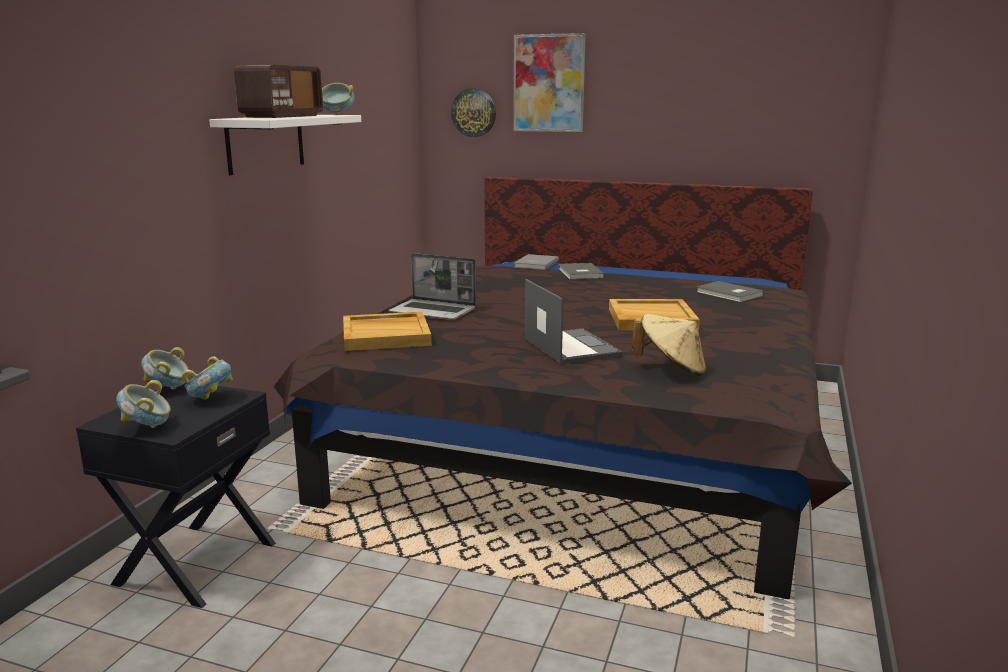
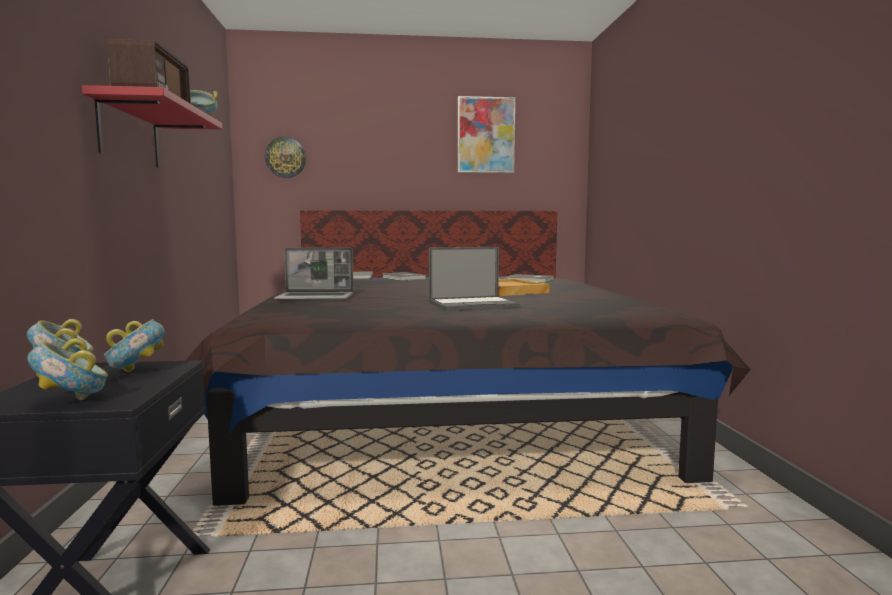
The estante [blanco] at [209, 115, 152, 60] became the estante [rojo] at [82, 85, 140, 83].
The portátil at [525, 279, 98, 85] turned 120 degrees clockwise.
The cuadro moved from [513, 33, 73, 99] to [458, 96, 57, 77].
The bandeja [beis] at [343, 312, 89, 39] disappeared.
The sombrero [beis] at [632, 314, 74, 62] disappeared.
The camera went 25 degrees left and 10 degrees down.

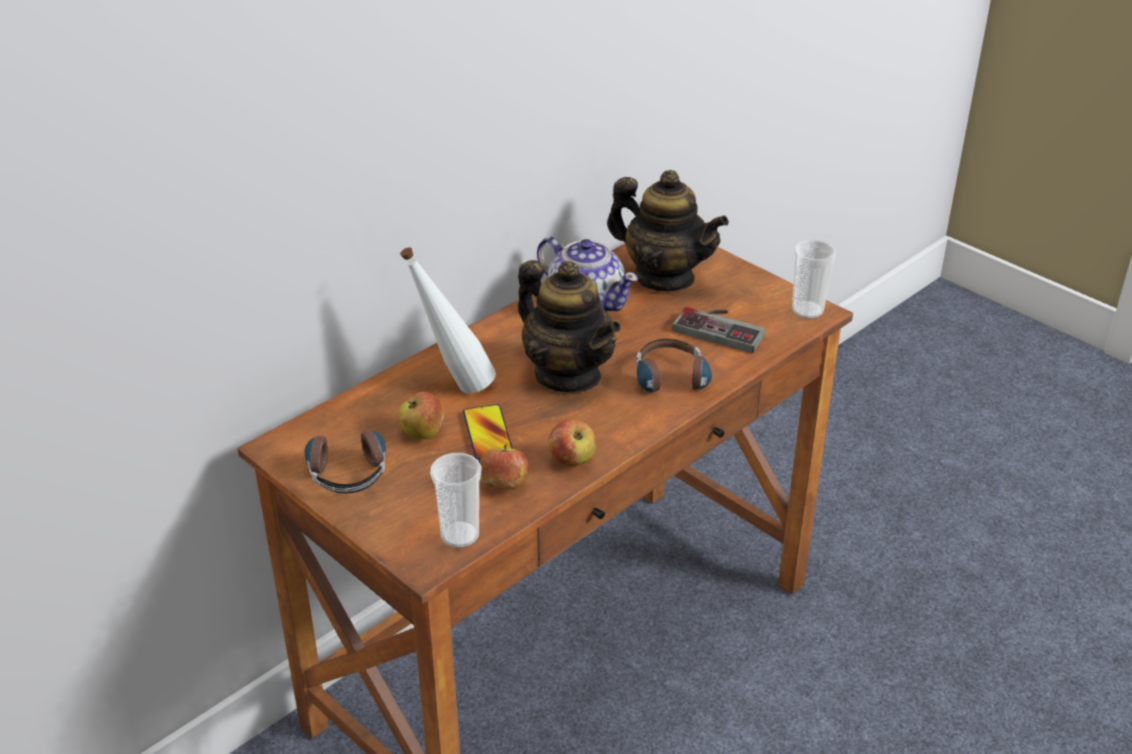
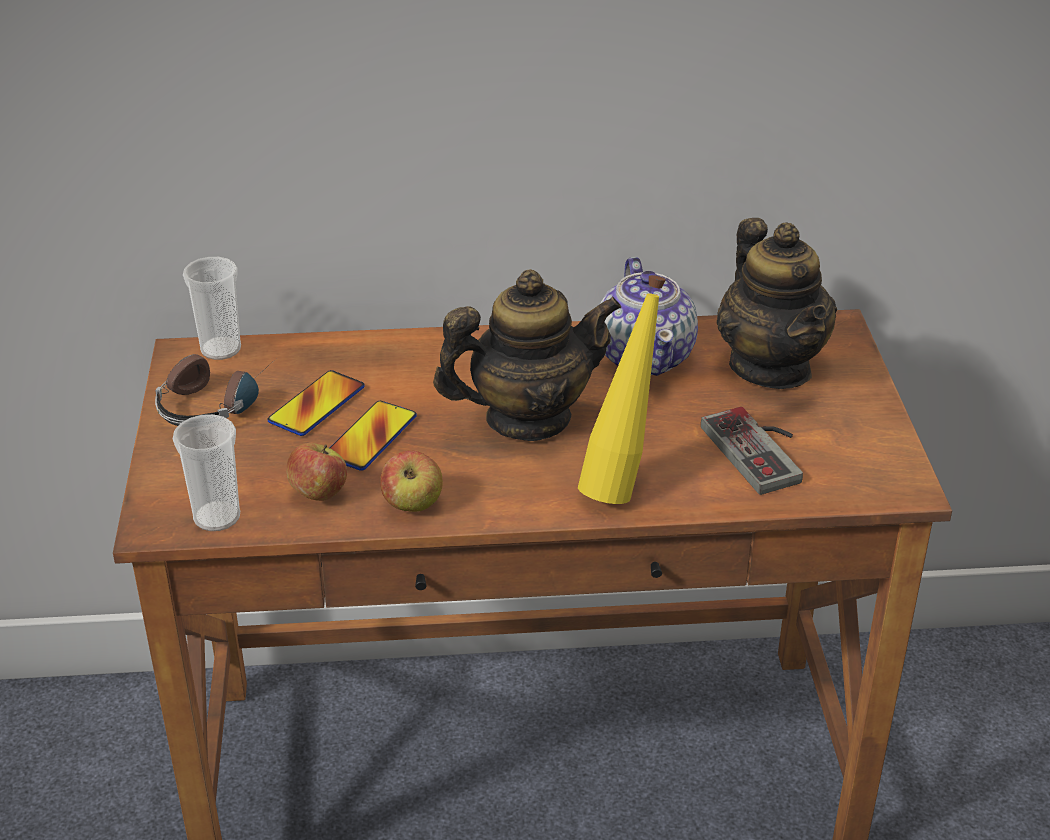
The taza moved from [792, 239, 44, 80] to [183, 257, 58, 103].
The manzana at [399, 392, 45, 47] was replaced by the móvil at [268, 370, 97, 66].
The tetera at [518, 260, 103, 132] turned 105 degrees counterclockwise.
The auriculares at [636, 339, 76, 67] was replaced by the botella [amarillo] at [578, 275, 88, 229].
The botella [blanco] at [400, 247, 96, 147] disappeared.
The camera went 40 degrees right and 0 degrees up.

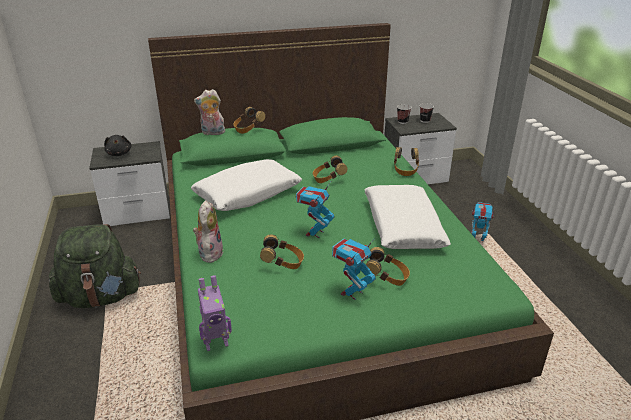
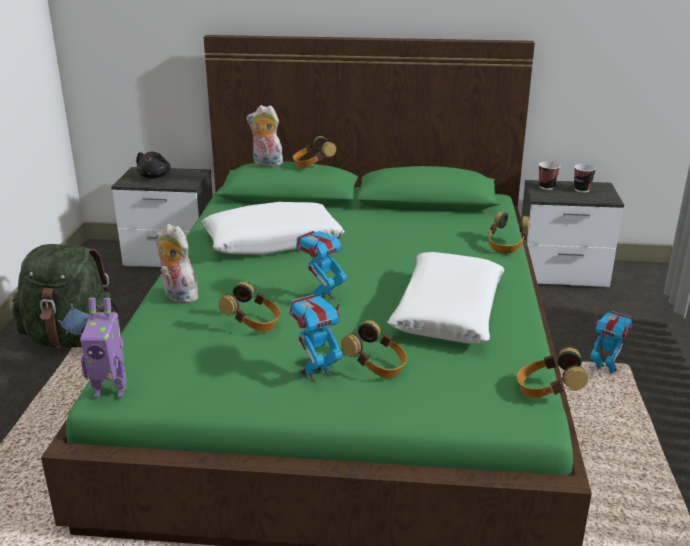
The peluche at [193, 200, 30, 63] turned 75 degrees counterclockwise.
The auriculares moved from [313, 156, 34, 27] to [517, 348, 71, 50].
The camera went 20 degrees right and 5 degrees down.

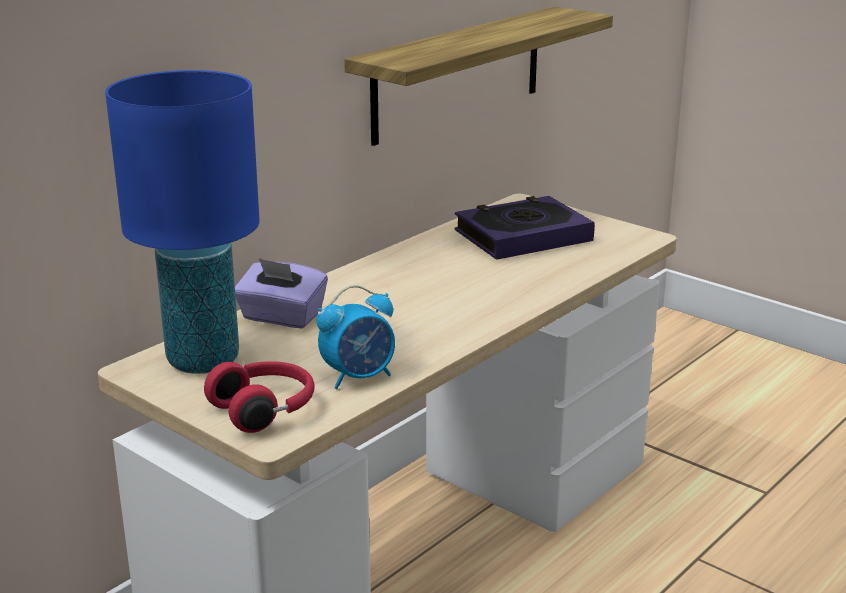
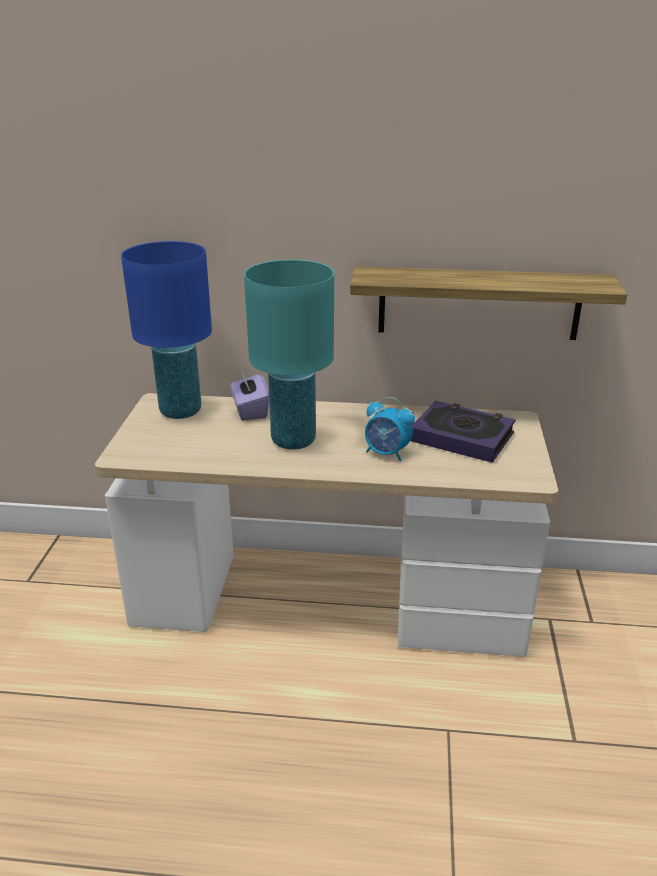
The lámpara de mesa [turquesa] at [244, 259, 90, 191] appeared.
The despertador moved from [316, 285, 79, 104] to [365, 397, 50, 64].
The auriculares [rojo] at [204, 361, 111, 72] disappeared.
The camera went 55 degrees right and 5 degrees up.

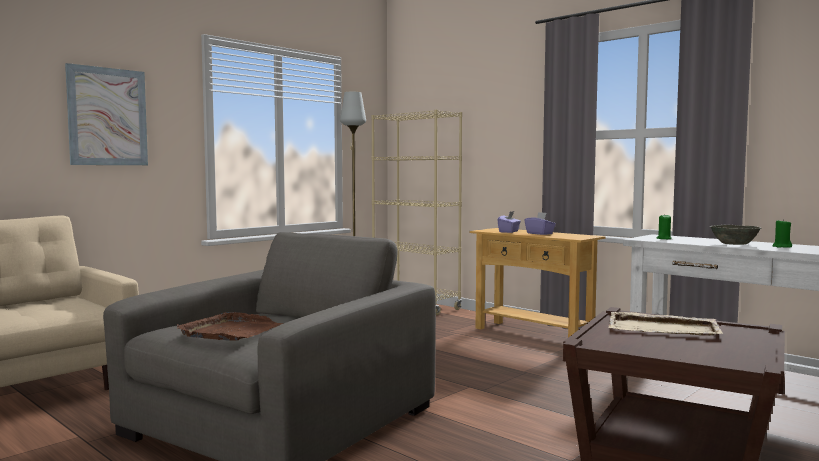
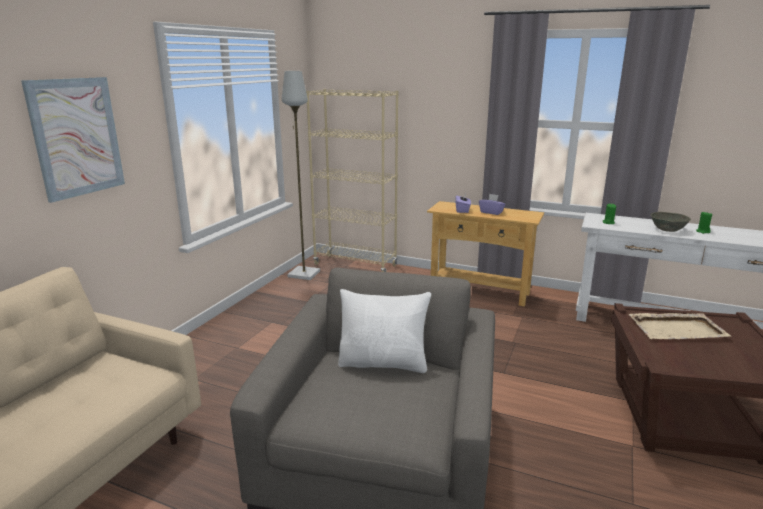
The cojín [blanco] at [338, 289, 93, 84] appeared.
The bandeja [marrón] at [177, 312, 107, 29] disappeared.
The camera went 20 degrees left and 15 degrees up.

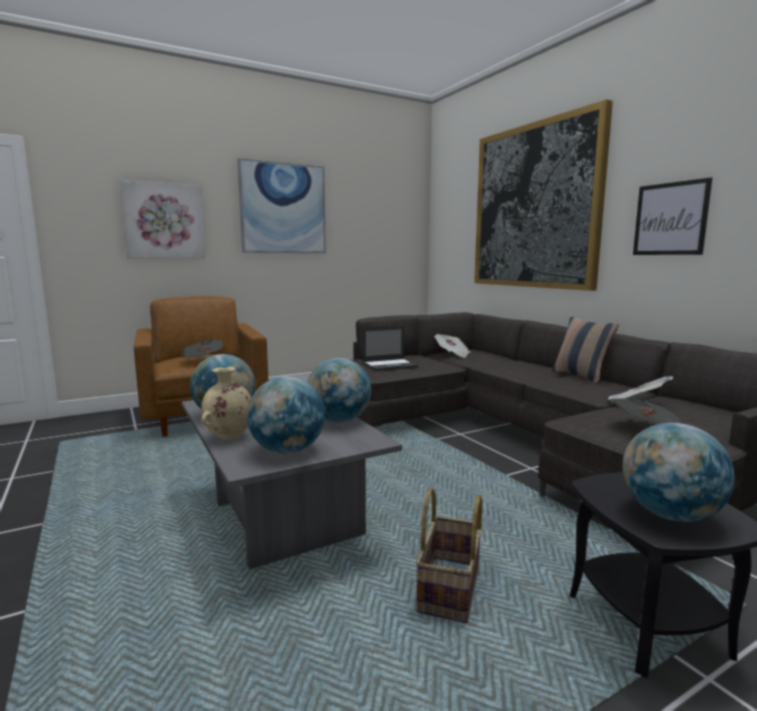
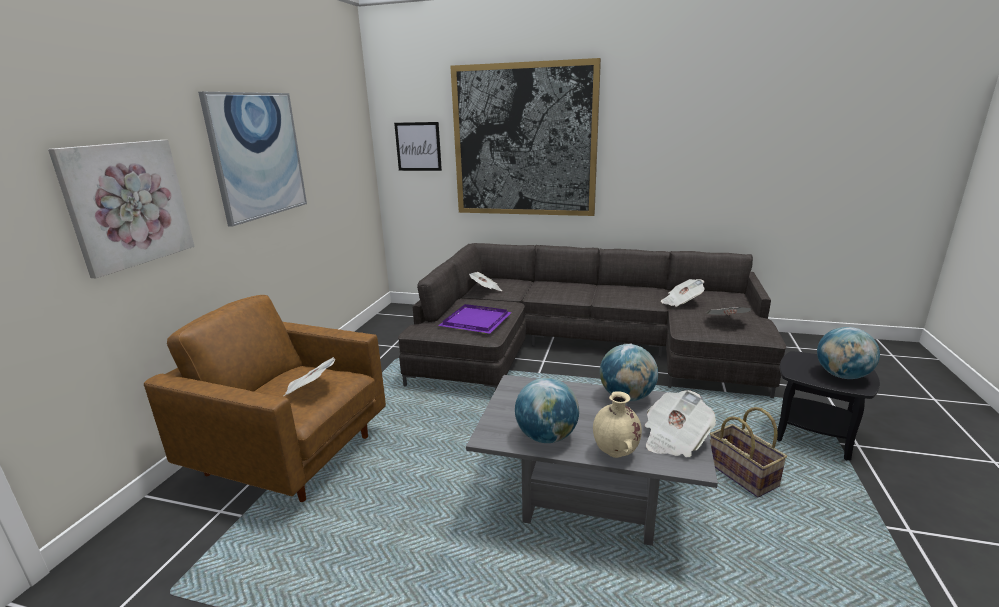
The cuadro moved from [633, 177, 79, 78] to [394, 122, 48, 49].
The portátil at [363, 326, 55, 45] was replaced by the bandeja [morado] at [438, 304, 74, 30].
The globo terráqueo at [247, 376, 78, 78] was replaced by the periódico at [645, 390, 71, 67].
The cojín at [552, 317, 67, 67] disappeared.
The camera went 45 degrees left and 10 degrees up.

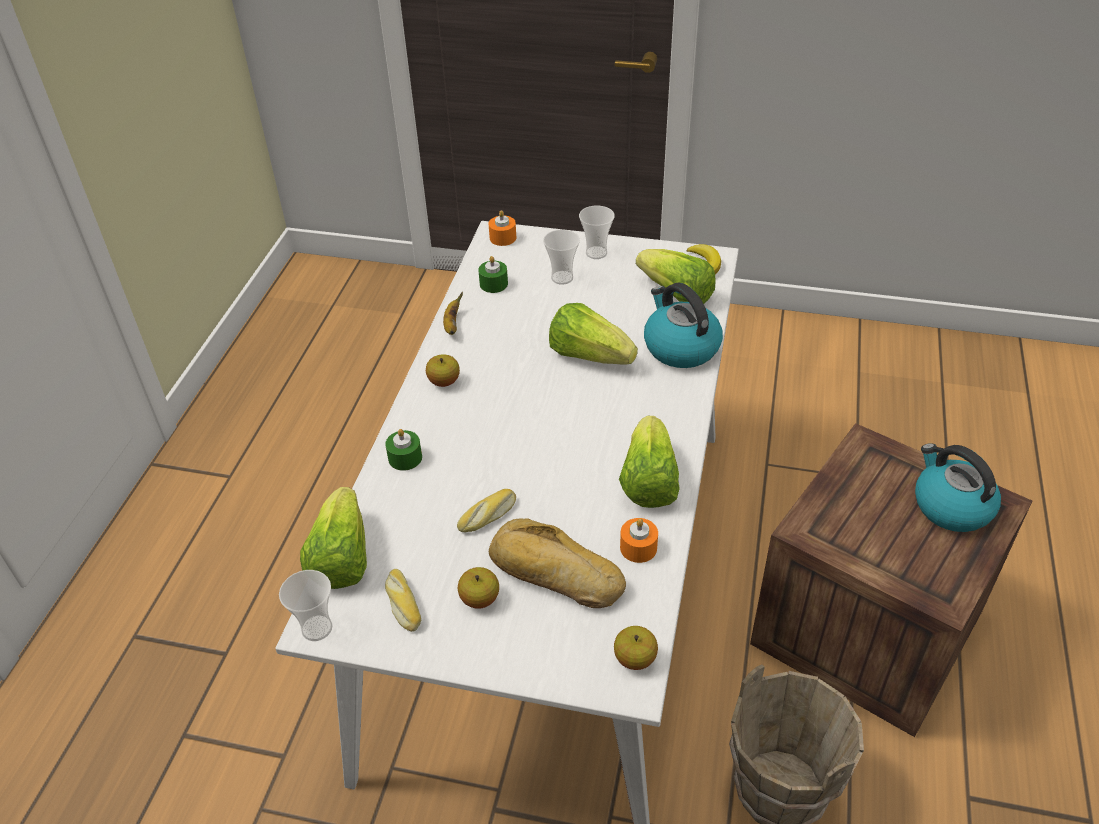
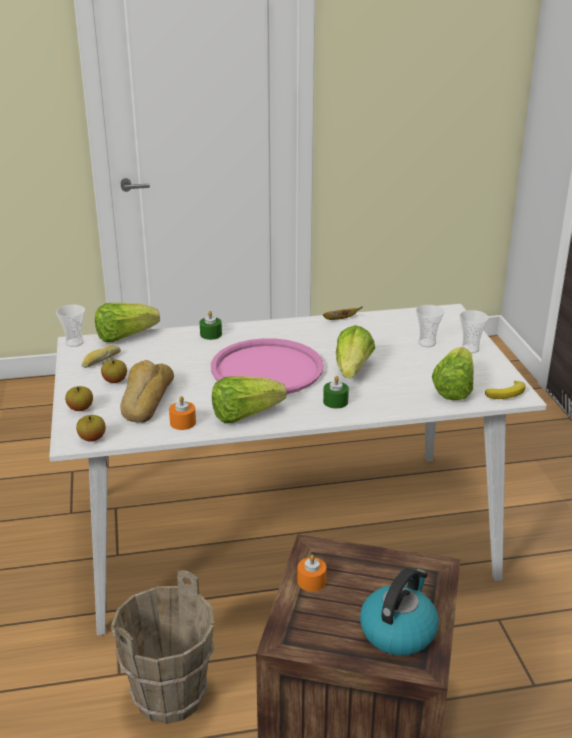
The manzana moved from [426, 354, 34, 33] to [65, 386, 28, 25].
The bandeja [rosa] at [211, 338, 113, 56] appeared.
The vela [naranja] moved from [489, 210, 27, 36] to [297, 555, 29, 36].
The vela [verde] moved from [478, 256, 30, 37] to [323, 376, 26, 33].
The pan at [457, 489, 59, 43] disappeared.
The hervidor at [644, 283, 79, 85] disappeared.
The camera went 65 degrees right and 15 degrees down.

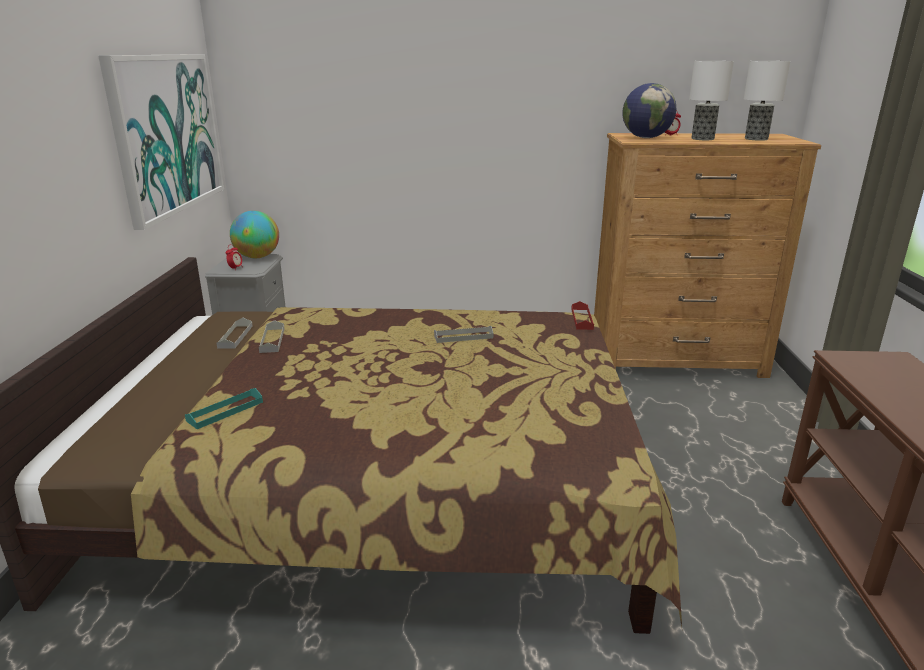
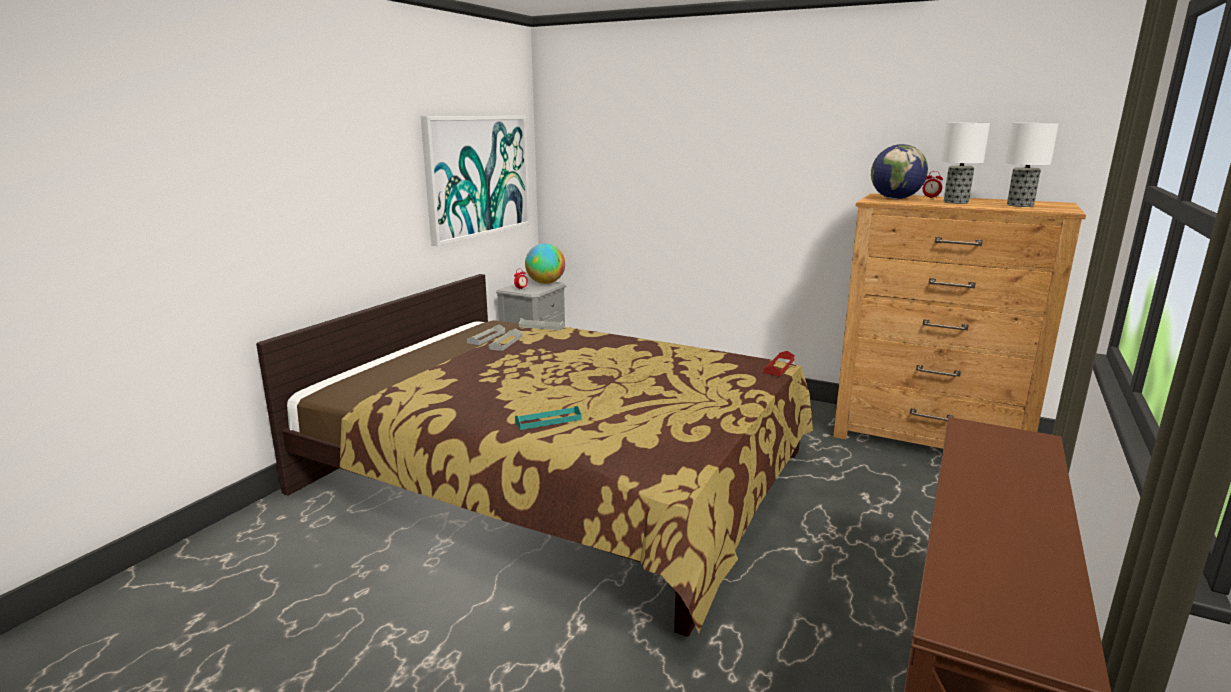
The bandeja [turquesa] moved from [185, 388, 78, 41] to [515, 406, 67, 24].
The bandeja [gris] moved from [434, 326, 59, 17] to [519, 318, 46, 12].
The camera went 25 degrees right and 5 degrees down.

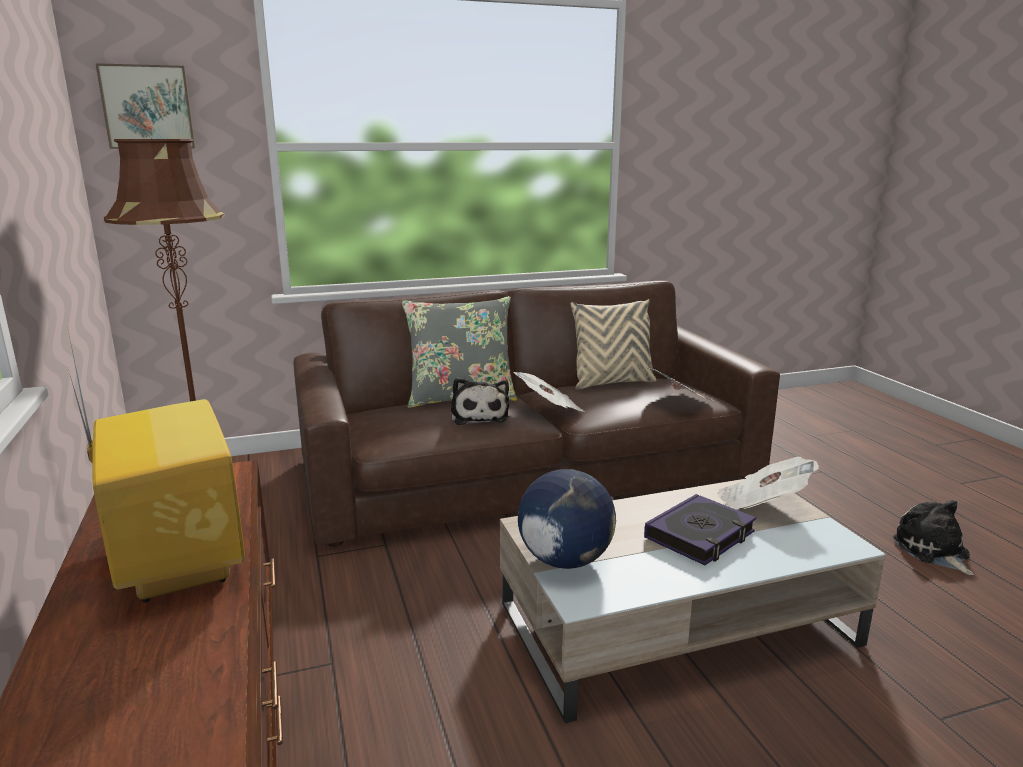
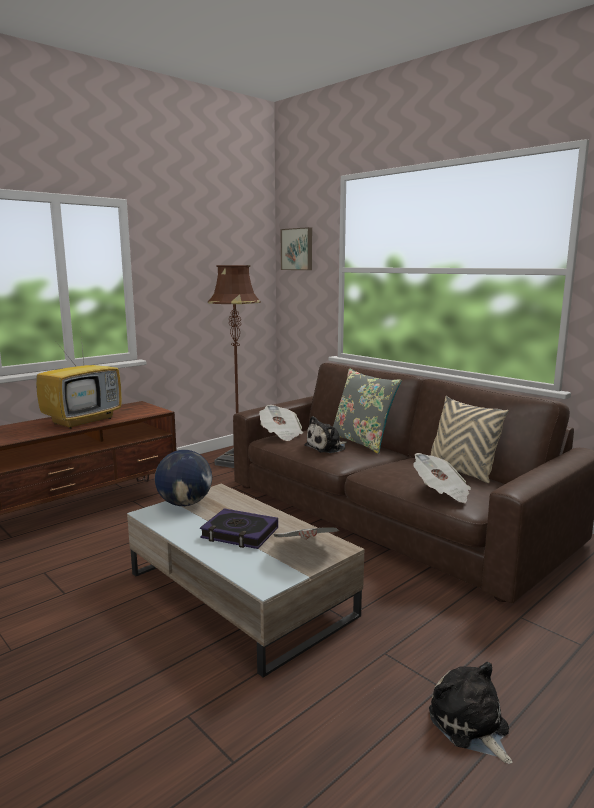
The periódico moved from [513, 372, 72, 40] to [259, 405, 44, 36].
The peluche at [893, 500, 81, 75] turned 75 degrees counterclockwise.
The camera went 65 degrees right and 5 degrees down.

